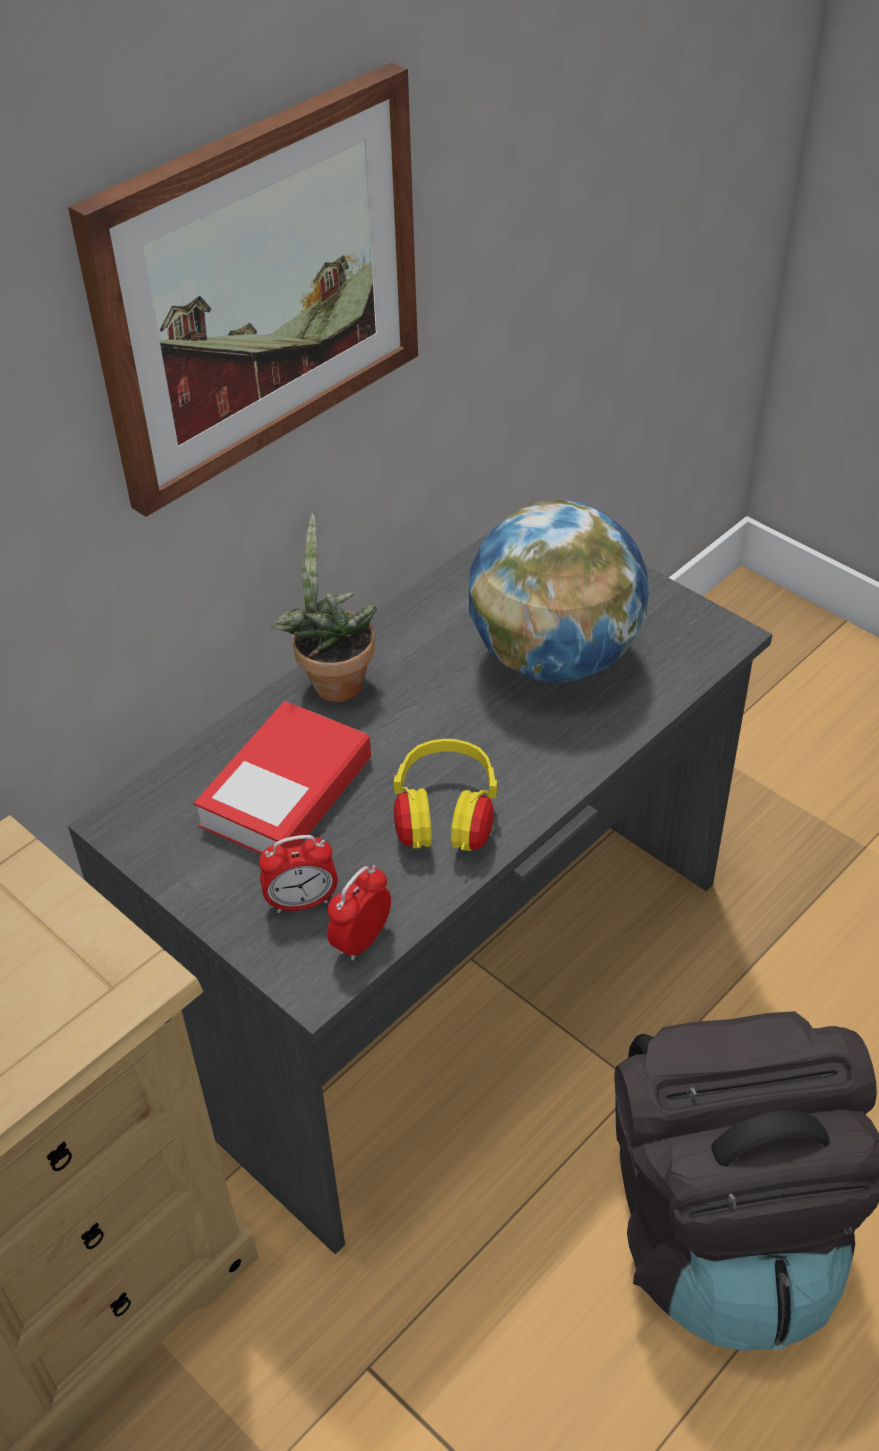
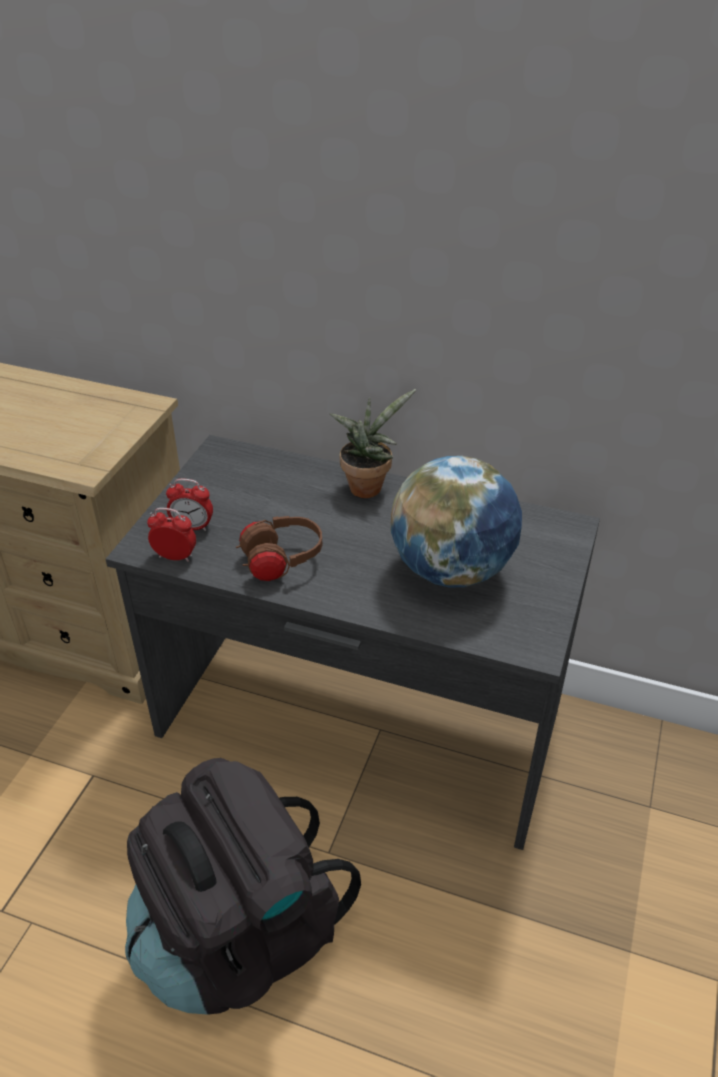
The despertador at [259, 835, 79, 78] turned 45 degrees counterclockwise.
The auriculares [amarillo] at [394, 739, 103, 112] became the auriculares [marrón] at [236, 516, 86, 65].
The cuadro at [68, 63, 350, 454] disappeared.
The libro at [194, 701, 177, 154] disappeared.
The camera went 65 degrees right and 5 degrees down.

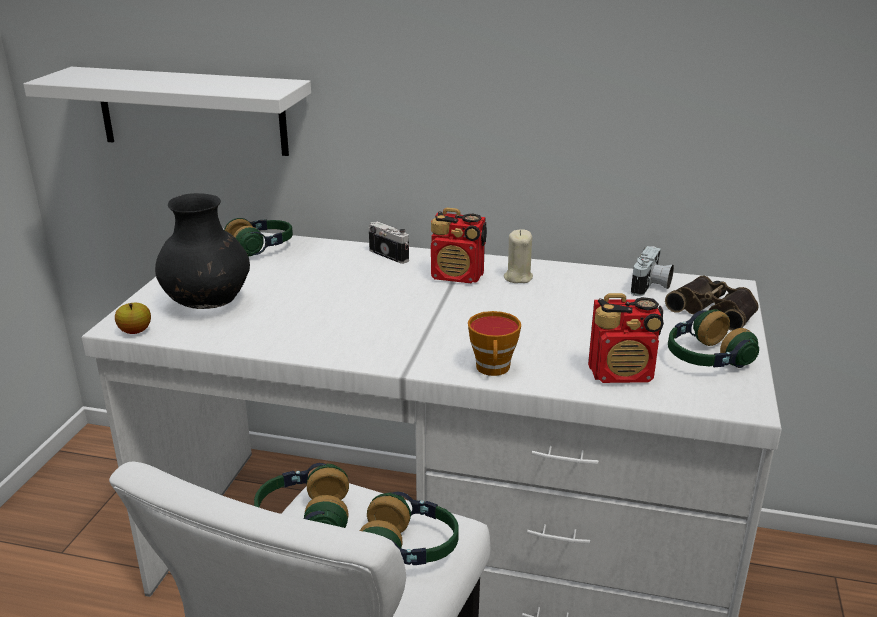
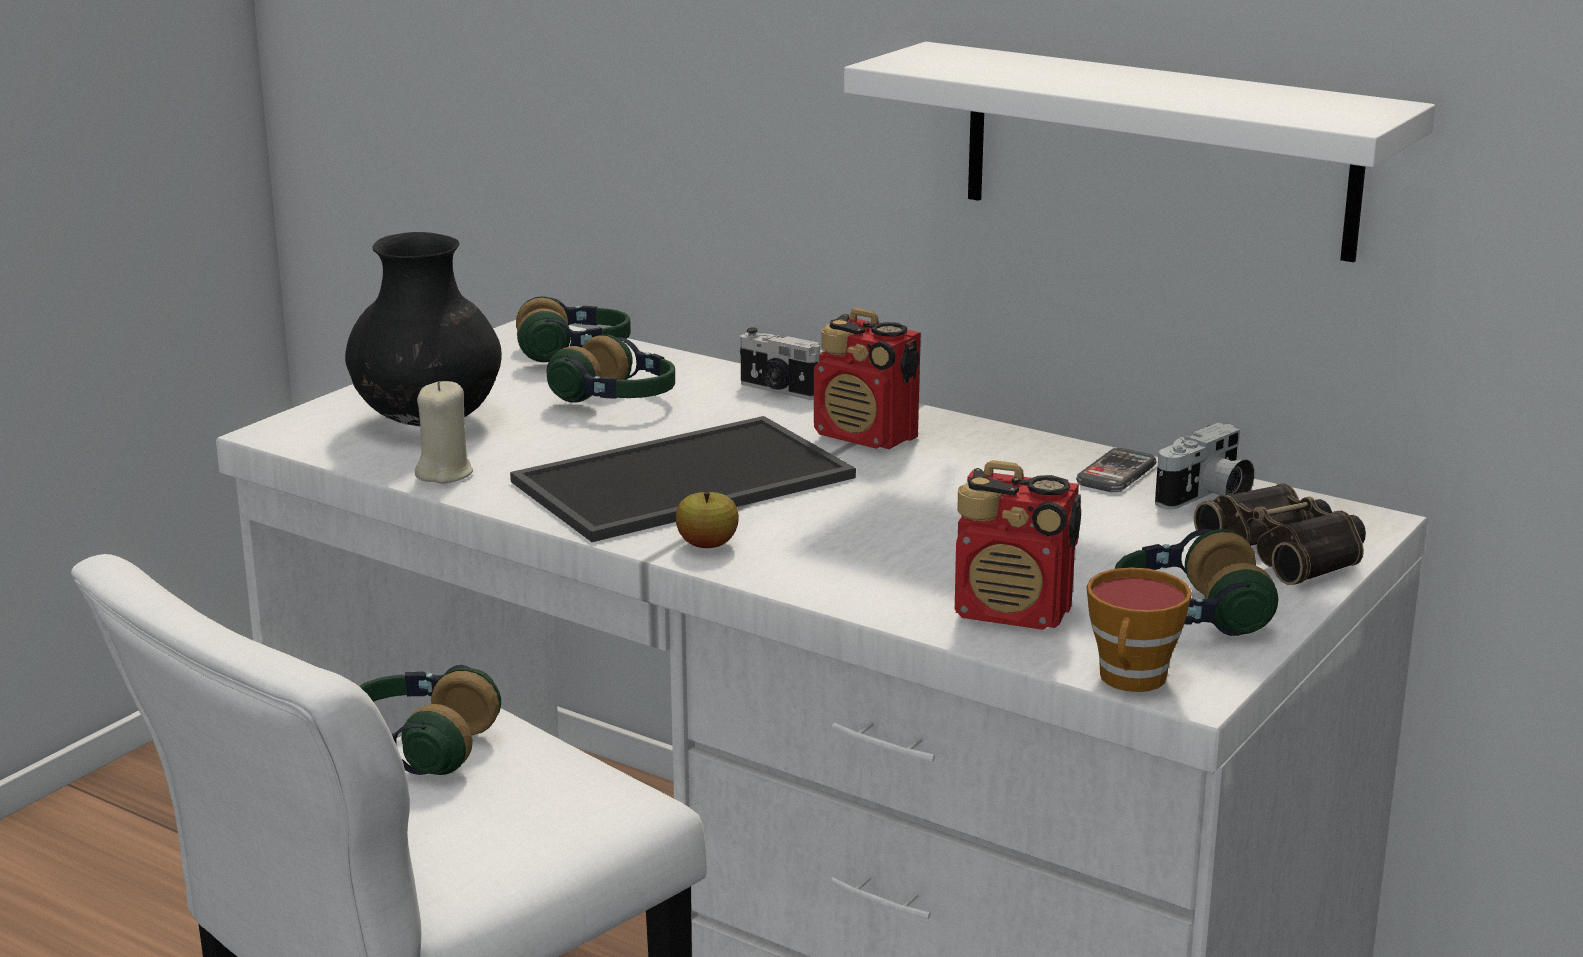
The vela [beis] moved from [504, 229, 29, 54] to [415, 381, 58, 102].
The bandeja at [510, 416, 346, 126] appeared.
The auriculares moved from [360, 492, 99, 73] to [546, 334, 129, 69].
The manzana moved from [115, 303, 36, 31] to [676, 492, 63, 56].
The cámara at [369, 221, 40, 43] turned 150 degrees clockwise.
The estante [blanco] moved from [23, 67, 288, 89] to [844, 42, 591, 220].
The móvil at [1076, 448, 81, 44] appeared.
The taza moved from [468, 311, 53, 65] to [1087, 567, 105, 125].
The camera went 20 degrees right and 5 degrees down.

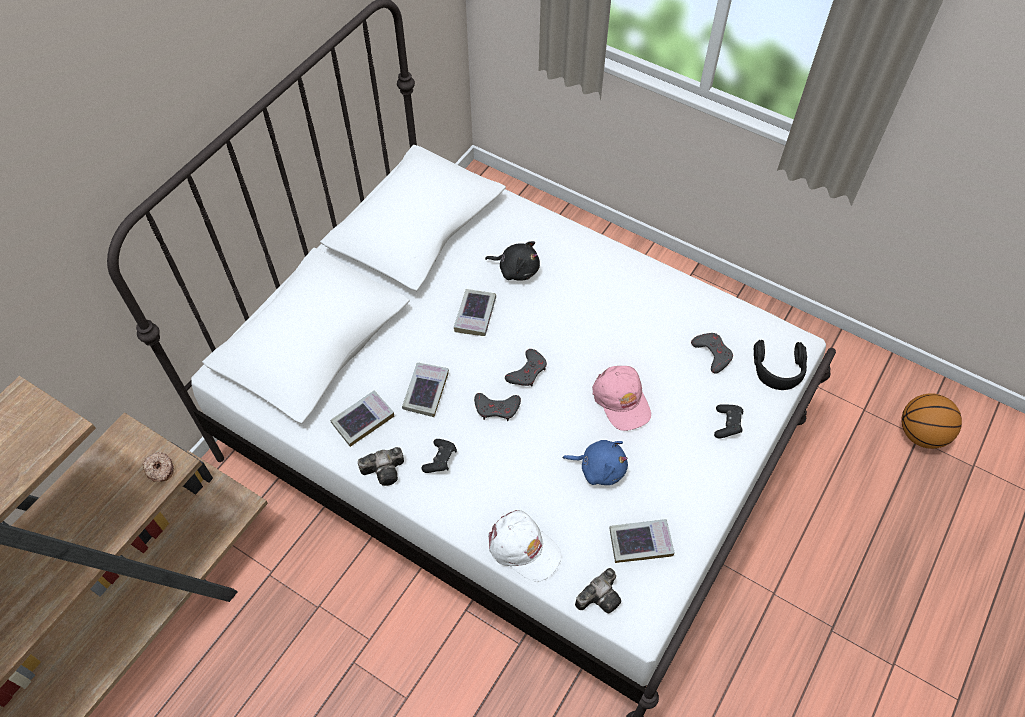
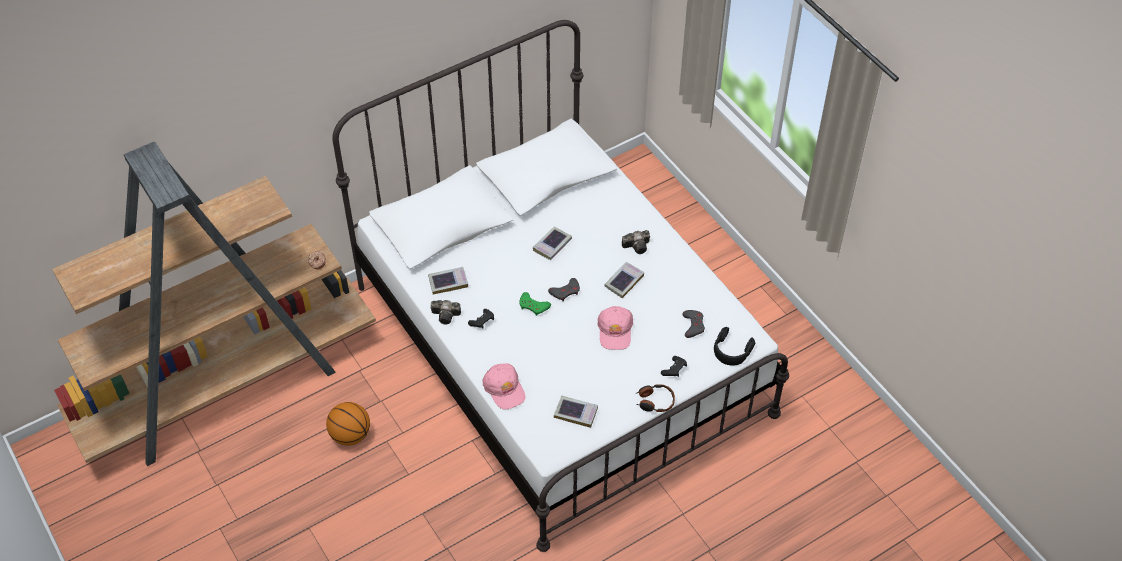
The balón de baloncesto moved from [901, 393, 61, 56] to [326, 402, 44, 44].
The gorra [blanco] at [488, 510, 73, 72] became the gorra [rosa] at [482, 363, 44, 47].
The mando de consola [gris] at [474, 393, 47, 28] became the mando de consola [verde] at [519, 292, 32, 24].
The libro moved from [402, 363, 47, 54] to [604, 262, 40, 36].
The cámara moved from [575, 568, 46, 45] to [622, 230, 28, 24].
The auriculares at [635, 385, 40, 27] appeared.
The peluche [negro] at [485, 241, 55, 40] disappeared.
The peluche [azul] at [563, 440, 65, 45] disappeared.
The camera went 25 degrees right and 5 degrees down.

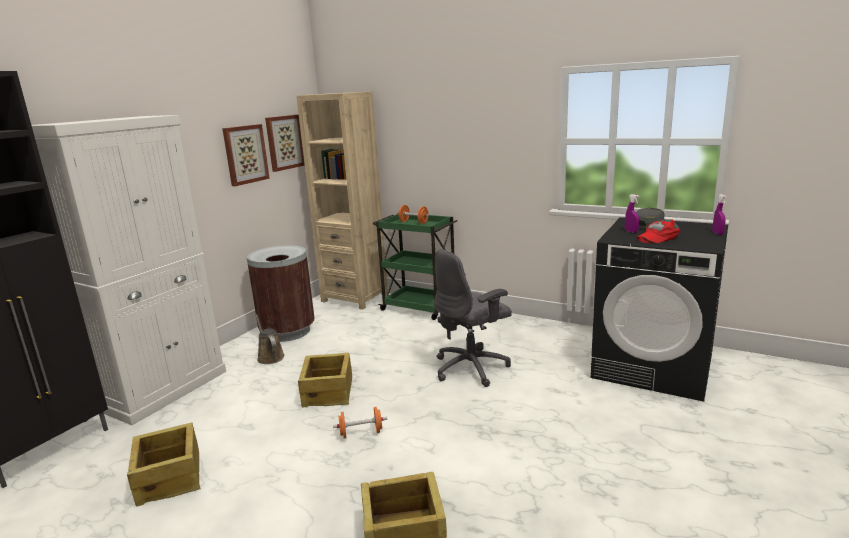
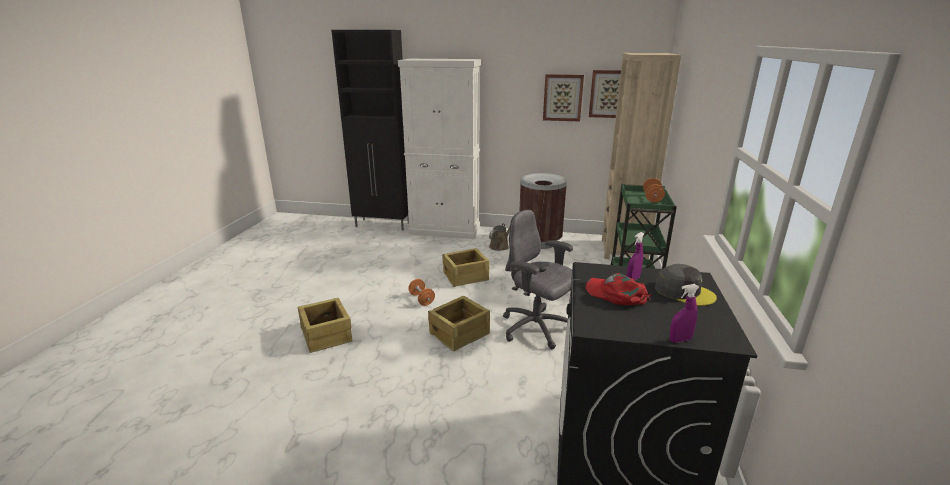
The caja de embalaje moved from [127, 423, 73, 83] to [428, 296, 62, 56].
The camera went 70 degrees right and 5 degrees up.

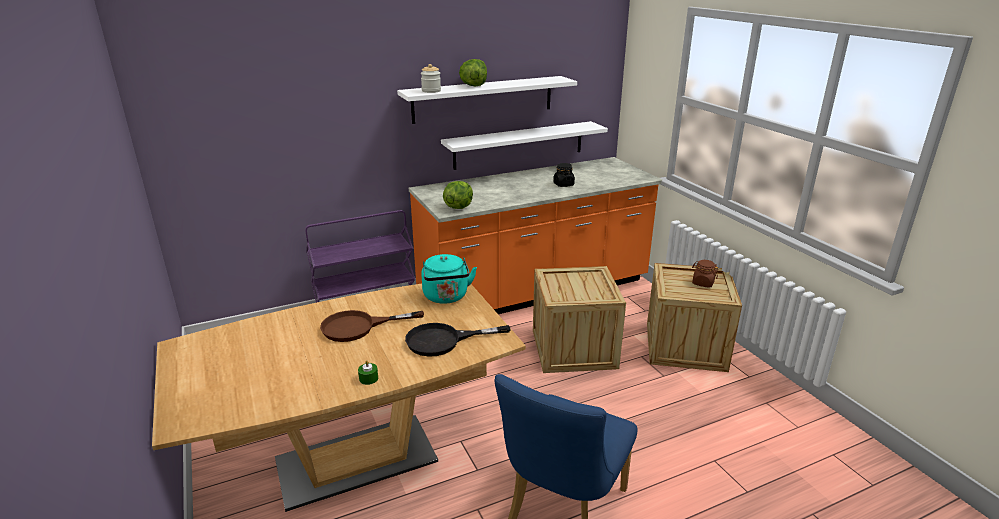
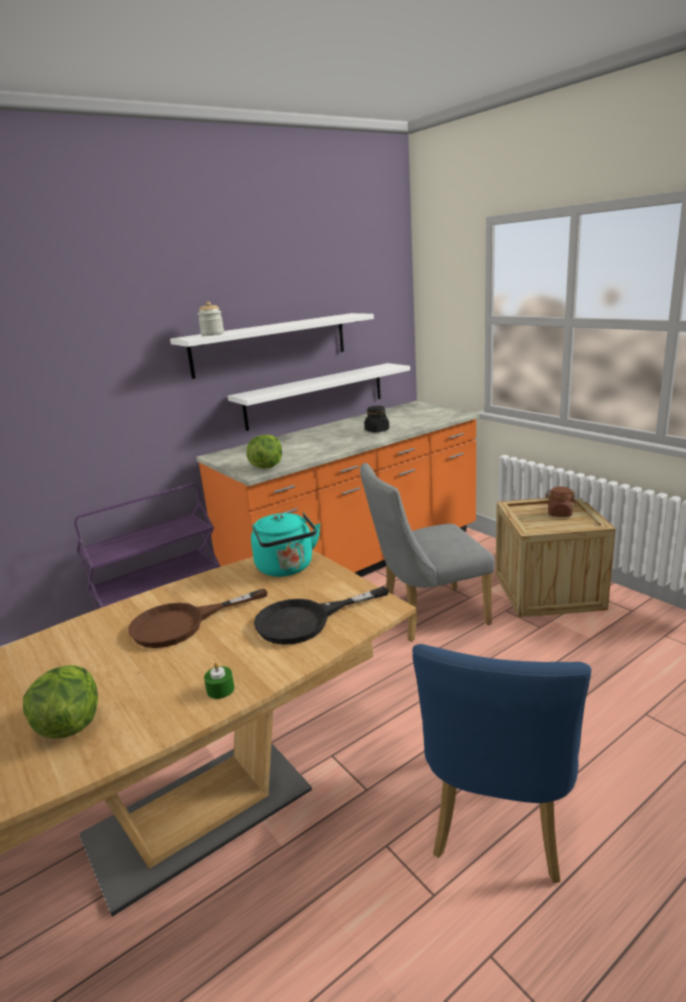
The lechuga moved from [459, 59, 28, 27] to [23, 665, 75, 74].
The caja de embalaje at [533, 266, 93, 107] was replaced by the silla [gris] at [360, 463, 135, 179].
The camera went 10 degrees left and 5 degrees down.

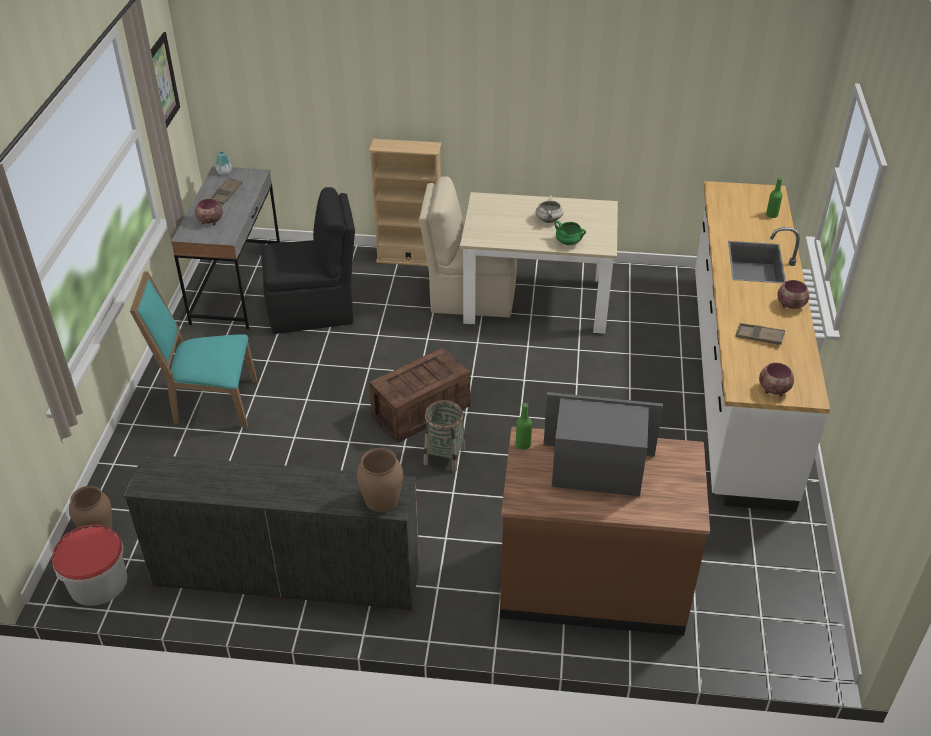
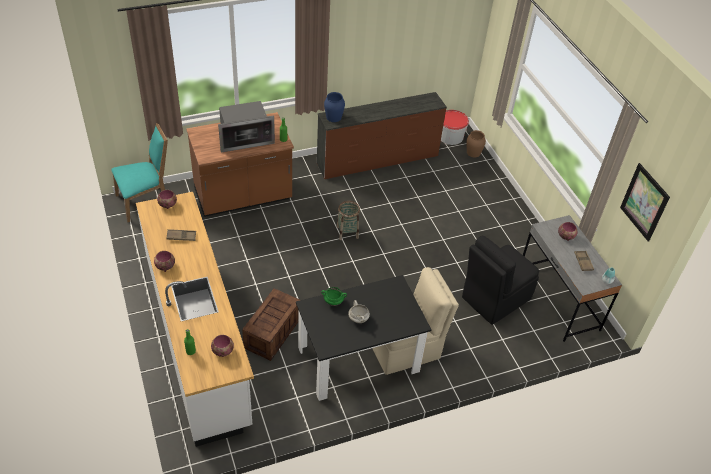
The silla [turquesa] moved from [130, 271, 127, 158] to [111, 123, 57, 99].
The cuenco at [211, 335, 23, 22] appeared.
The caja de embalaje moved from [369, 347, 101, 96] to [242, 288, 58, 73].
The mesa de comedor [beis] at [460, 192, 158, 142] became the mesa de comedor [negro] at [296, 275, 136, 126].
The florero [marrón] at [357, 448, 46, 64] became the florero [azul] at [324, 92, 21, 30].
The estantería [beis] at [369, 139, 72, 127] disappeared.
The camera went 150 degrees right and 5 degrees up.

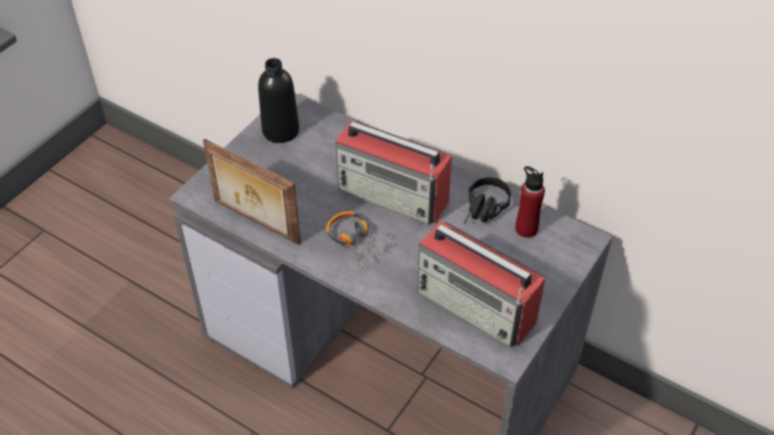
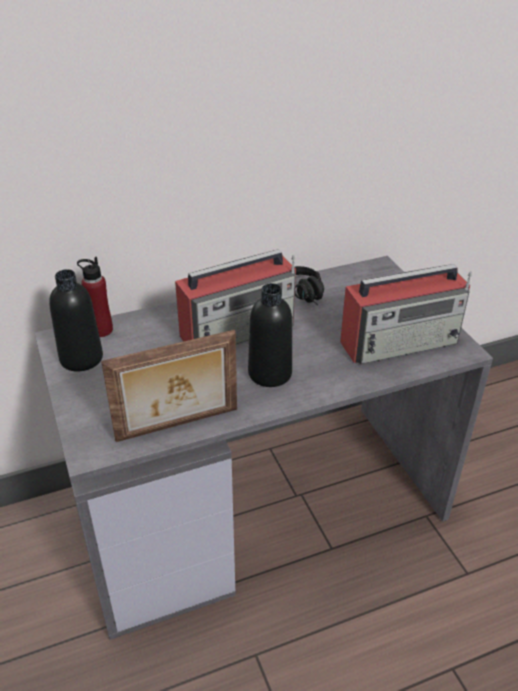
The botella [rojo] moved from [515, 166, 30, 72] to [77, 257, 36, 80].
The auriculares at [326, 211, 66, 57] was replaced by the botella [negro] at [248, 283, 44, 104].
The camera went 55 degrees left and 10 degrees down.

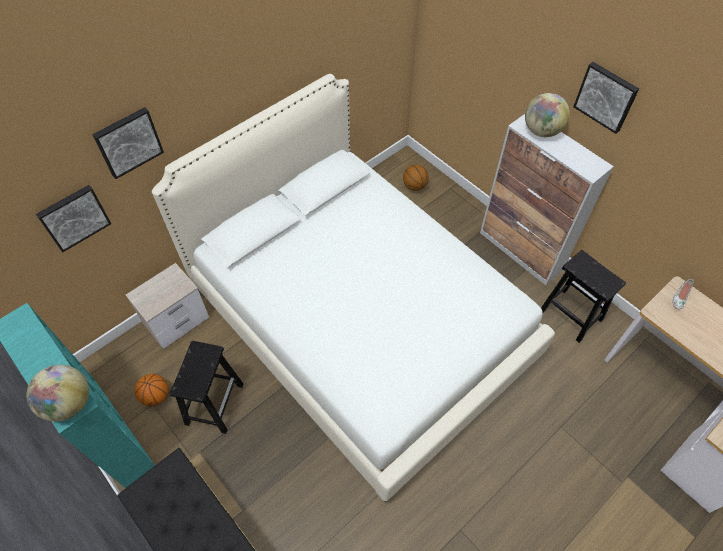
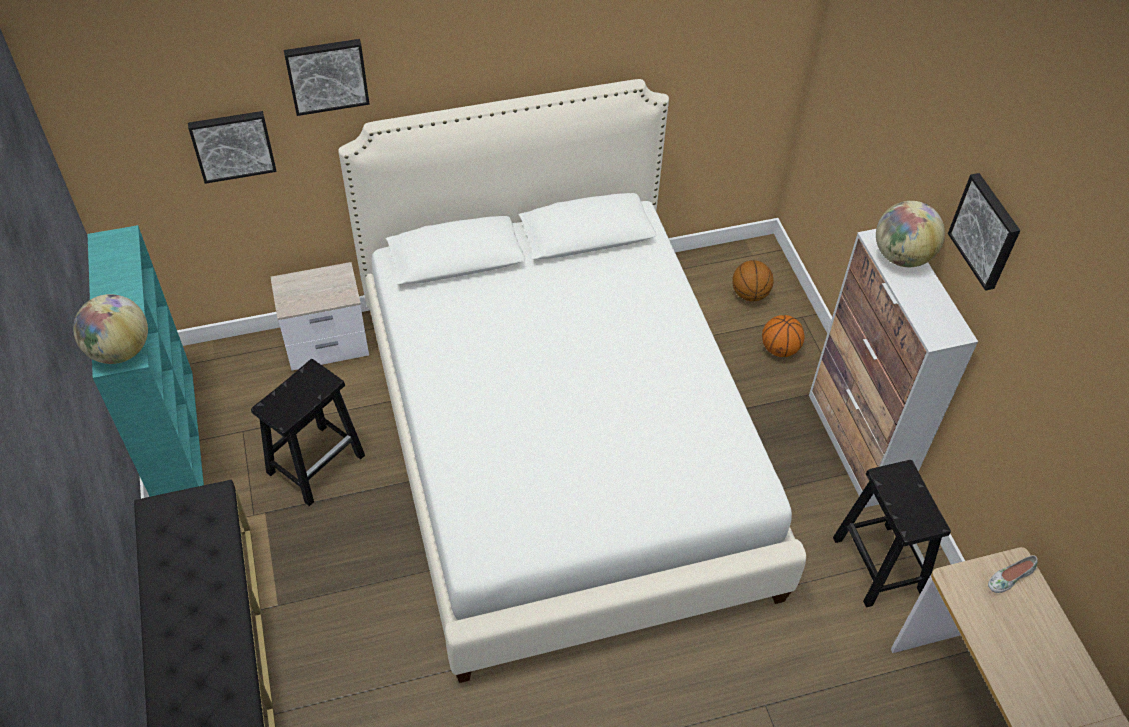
The balón de baloncesto moved from [135, 374, 33, 32] to [762, 315, 43, 42].
The camera went 25 degrees right and 5 degrees down.

